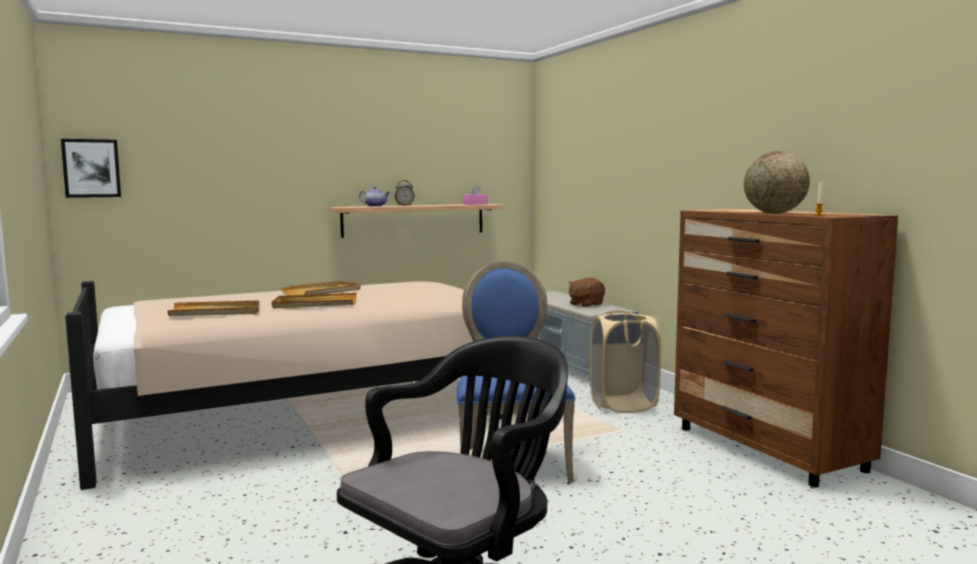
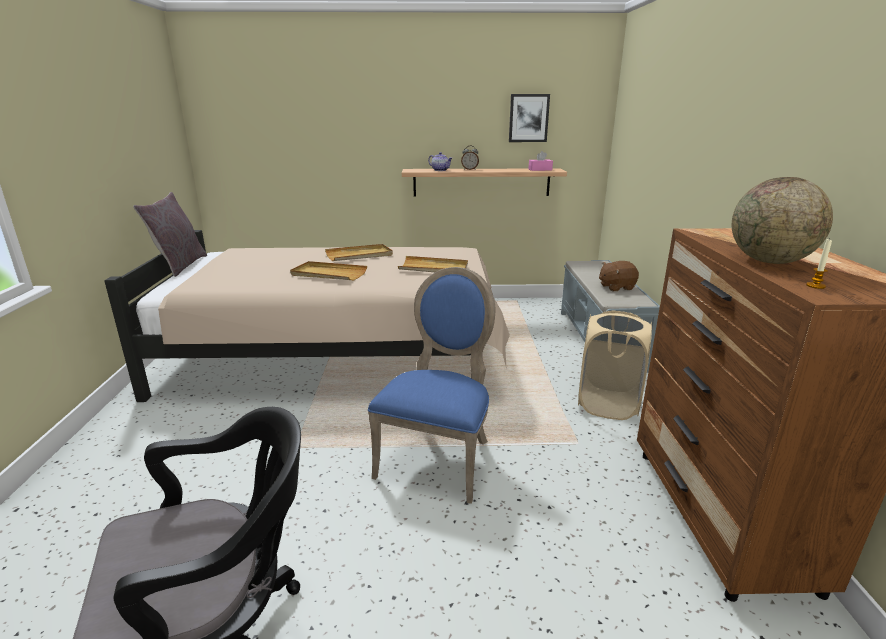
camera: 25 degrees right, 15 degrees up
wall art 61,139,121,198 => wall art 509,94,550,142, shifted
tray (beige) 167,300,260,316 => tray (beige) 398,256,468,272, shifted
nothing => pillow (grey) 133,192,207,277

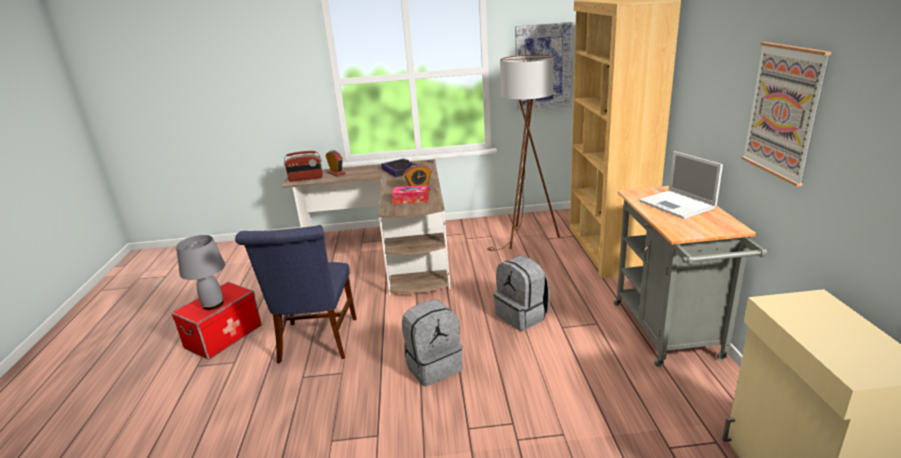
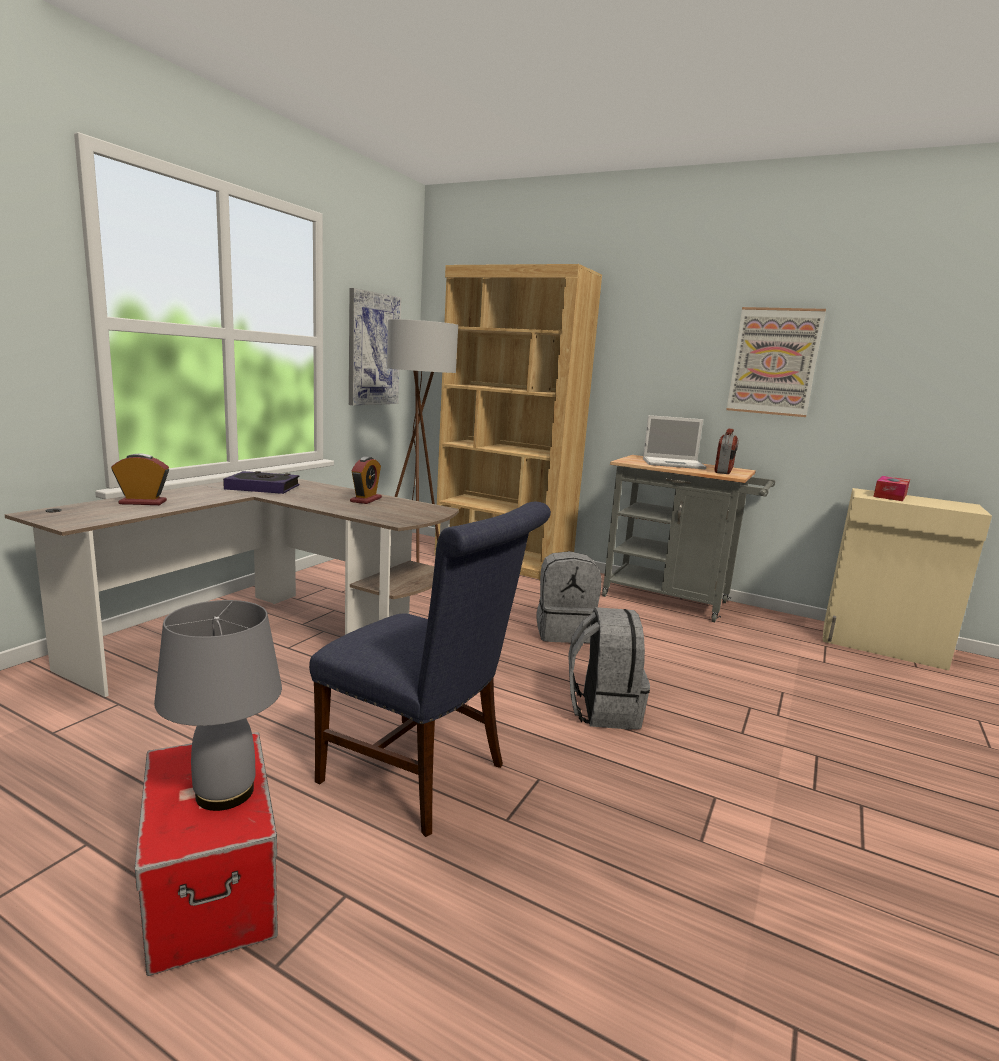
camera: 60 degrees left, 10 degrees down
radio 284,151,323,182 => radio 714,429,739,474, shifted
tissue box 392,185,429,204 => tissue box 873,476,910,501, shifted

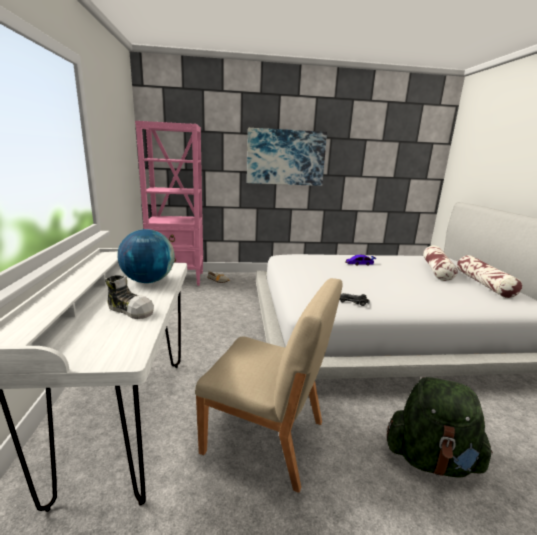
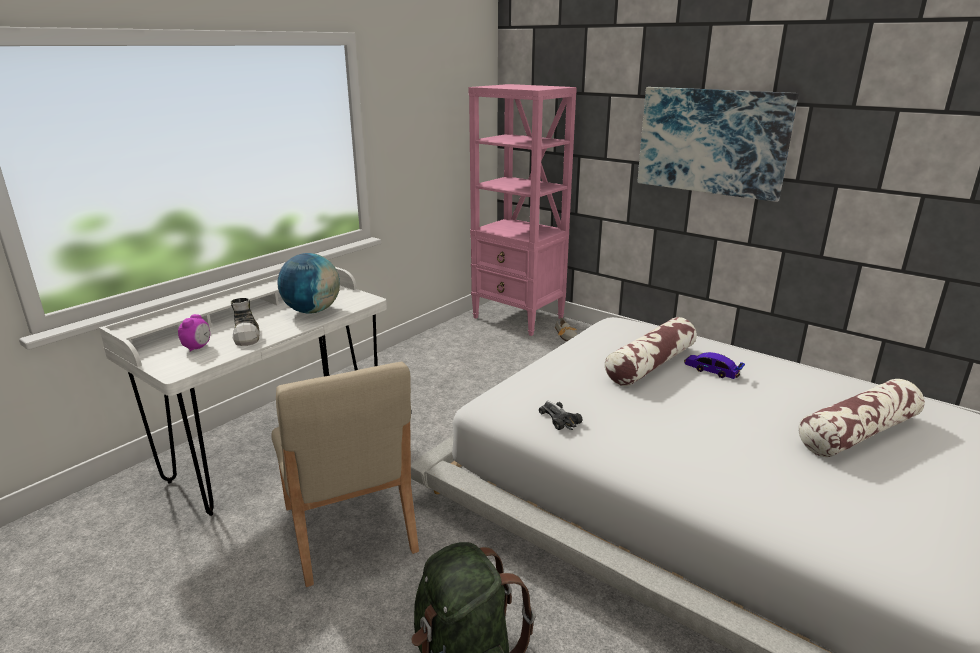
camera: 45 degrees right, 5 degrees up
pillow 457,255,523,298 => pillow 605,317,697,386, shifted
nothing => table clock 178,314,210,352

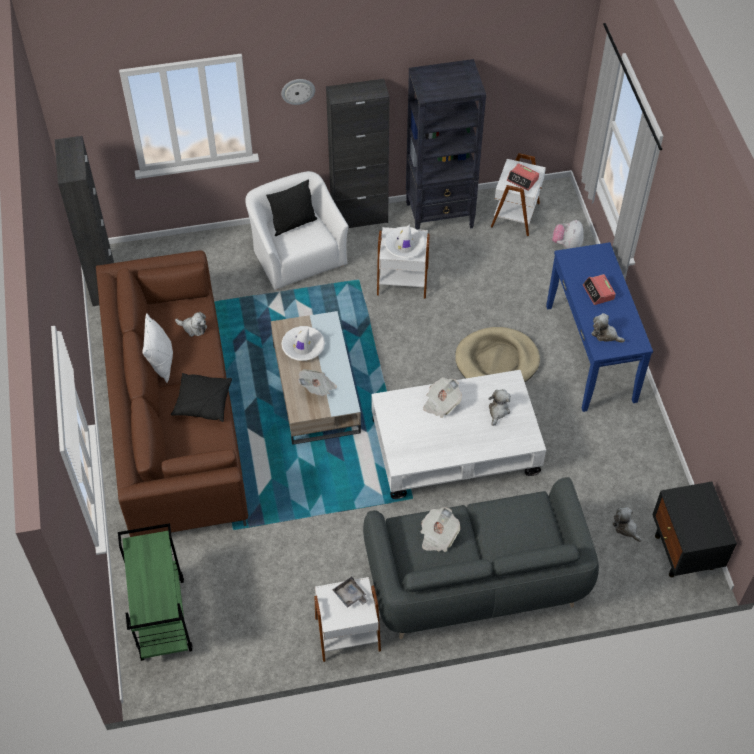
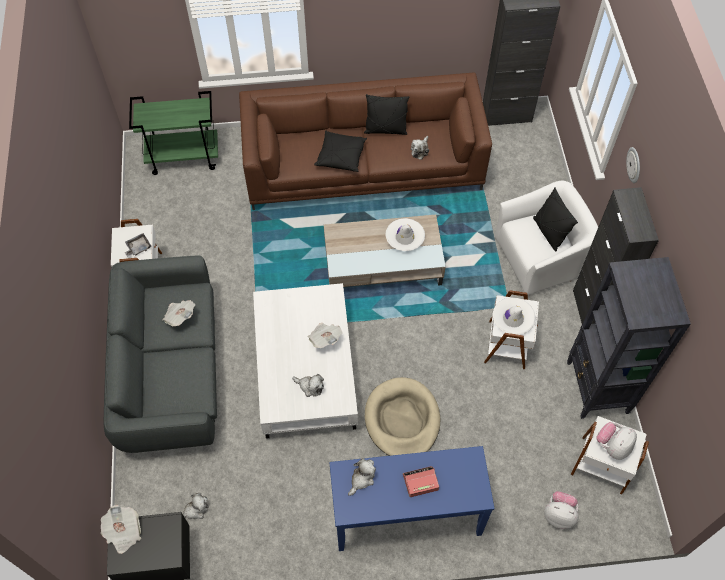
camera: 95 degrees right, 5 degrees up
pillow (white-coloured) 143,313,173,383 => pillow (blackish) 364,94,409,135
newspaper 298,369,337,396 => newspaper 101,505,141,554, shifted
table clock 507,163,539,191 => soft toy 596,422,637,460

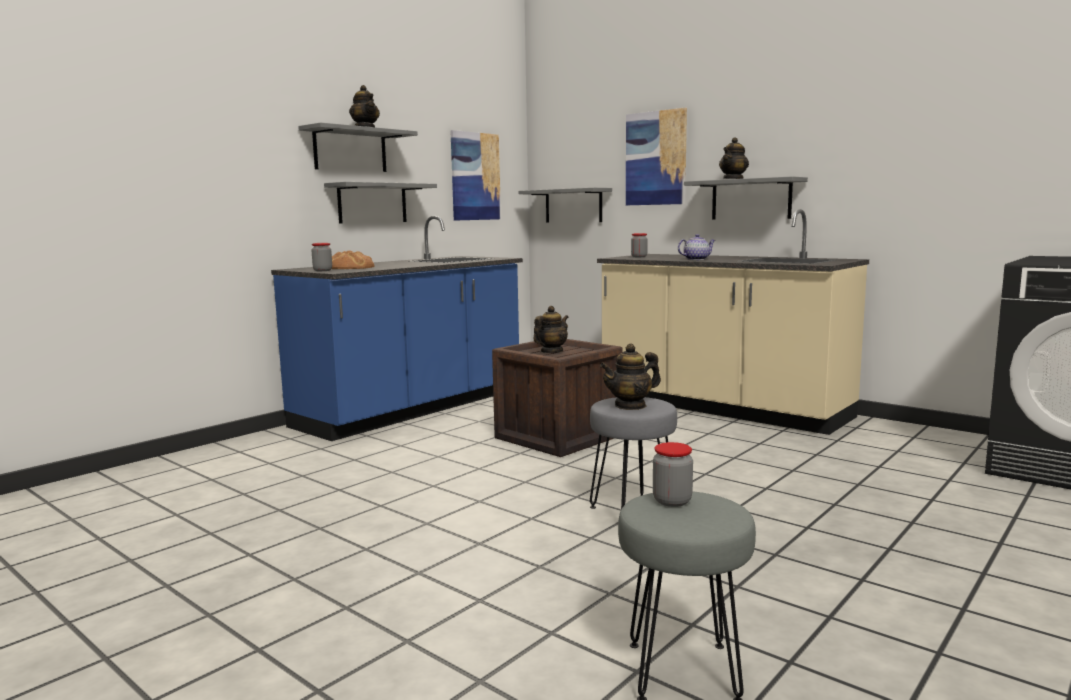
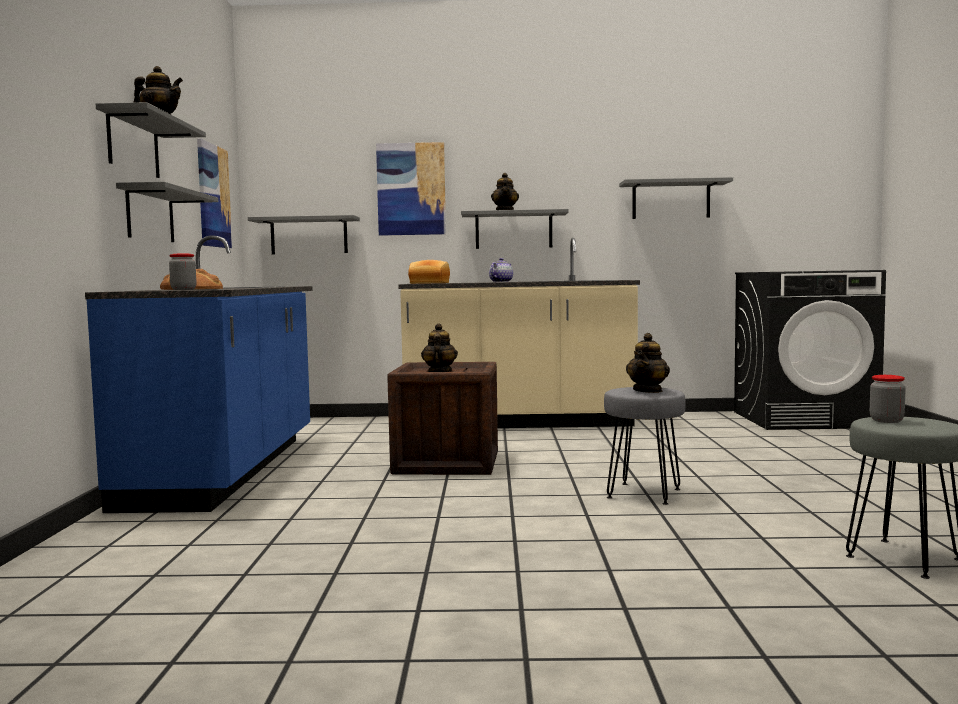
camera: 40 degrees left, 5 degrees down
preserve jar 631,233,648,257 => bakery bread 408,260,450,284
nothing => bracket shelf (grey) 619,177,733,219

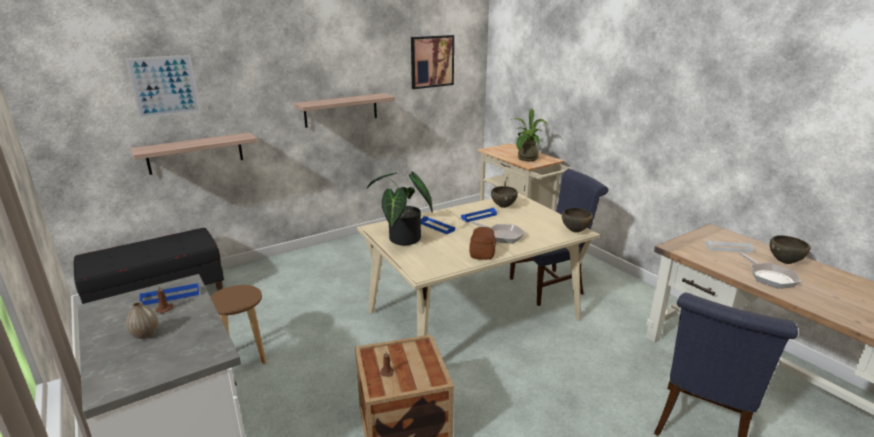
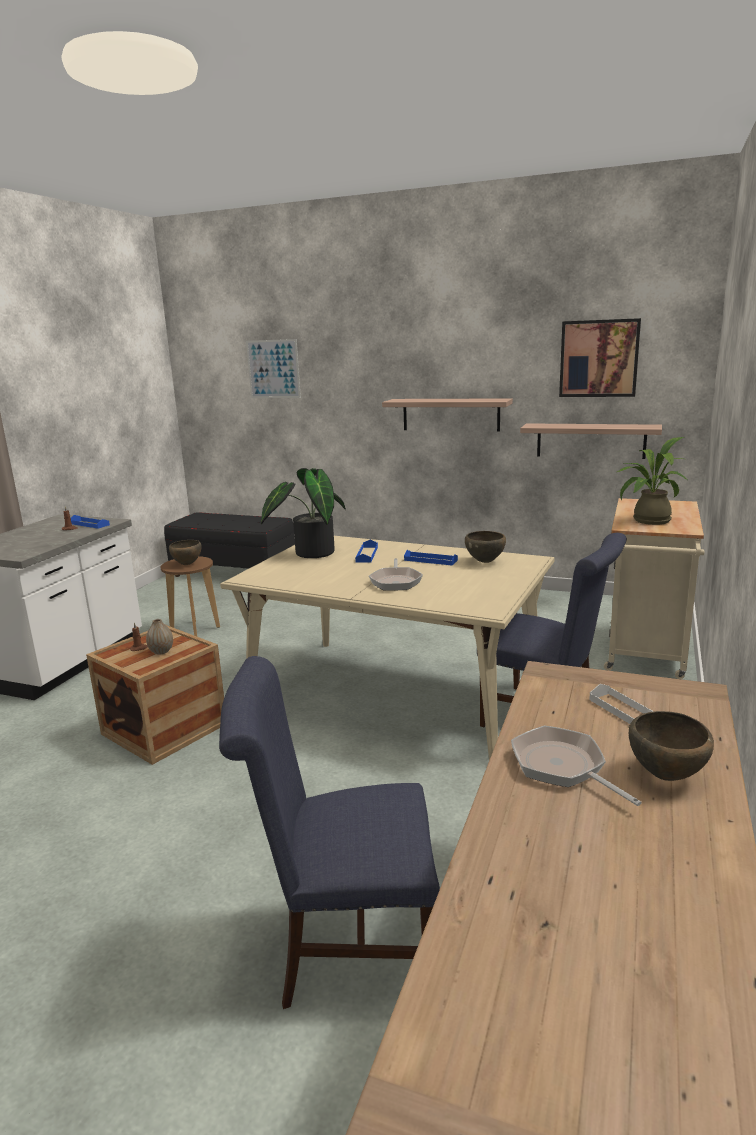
camera: 55 degrees right, 5 degrees down
decorative vase 126,302,158,339 => decorative vase 146,619,173,655, shifted
bracket shelf 130,132,258,175 => bracket shelf 520,423,662,459, shifted
bakery bread 469,227,496,260 => nothing
deep dish (brown-coloured) 562,208,593,233 => deep dish (brown-coloured) 169,540,201,565, shifted
pan 739,252,801,289 => pan 511,725,642,806, 105 degrees clockwise

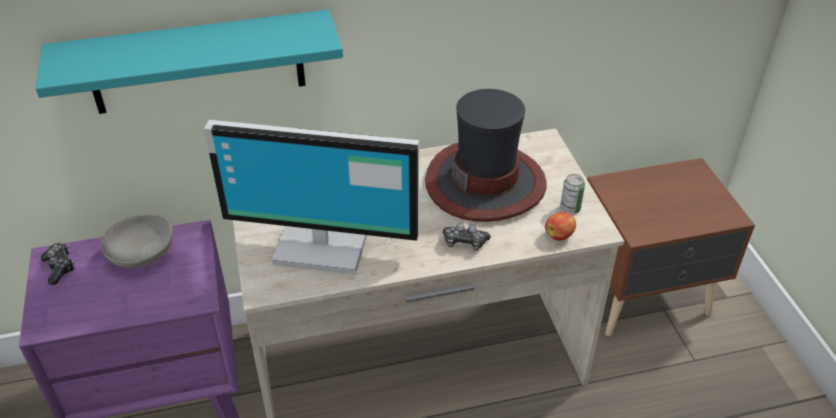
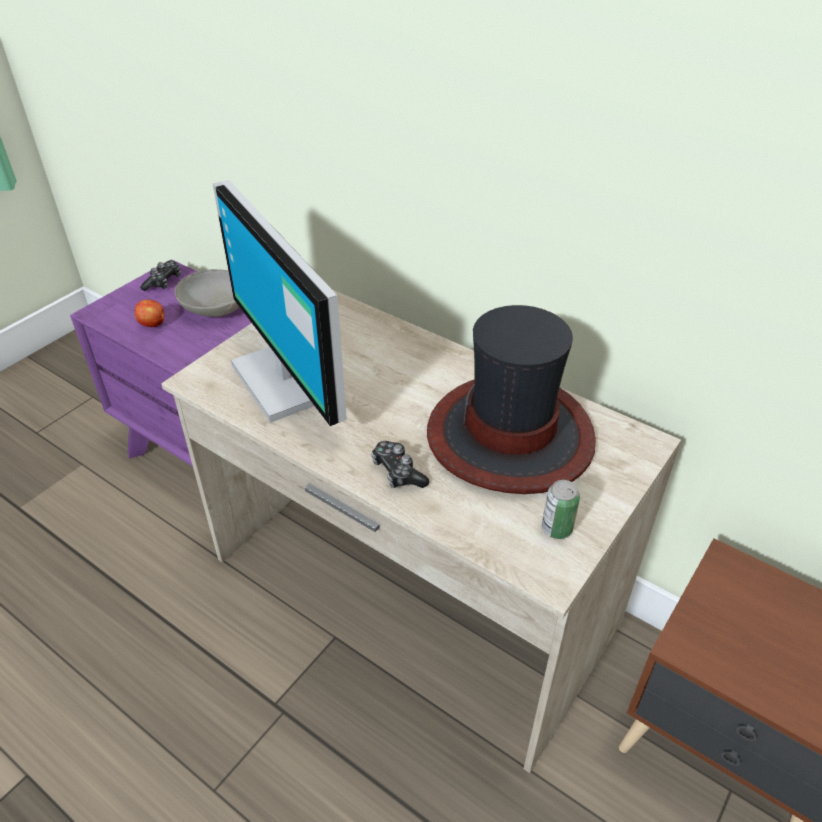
camera: 50 degrees right, 0 degrees up
bracket shelf (blue-green) 36,10,343,114 => nothing
apple fruit 545,212,576,240 => apple fruit 134,300,164,327, shifted

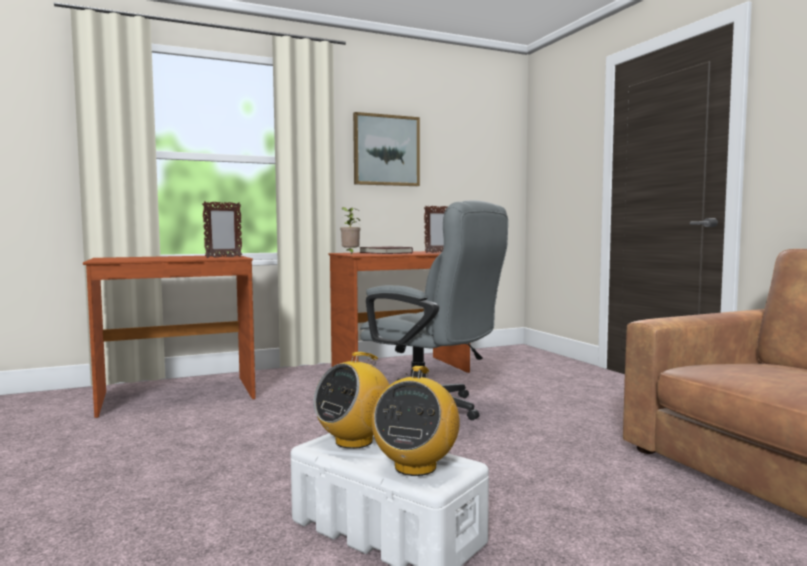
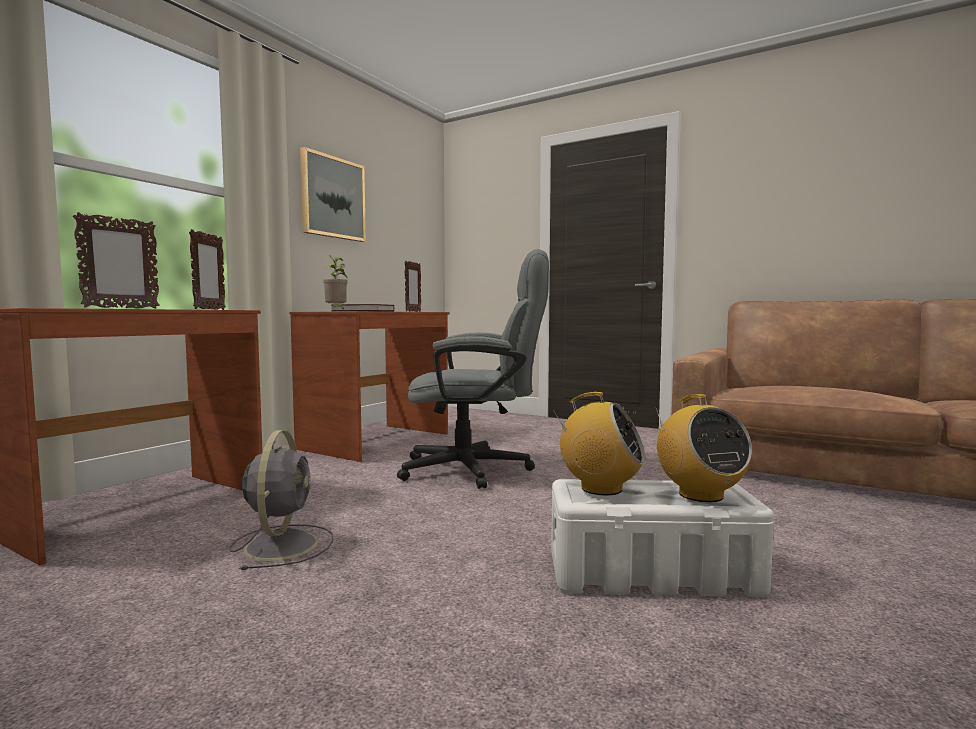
camera: 35 degrees left, 0 degrees up
radio 313,352,389,449 => radio 553,392,645,495, 75 degrees counterclockwise
nothing => photo frame 73,212,160,309
nothing => fan (grey) 229,430,333,570

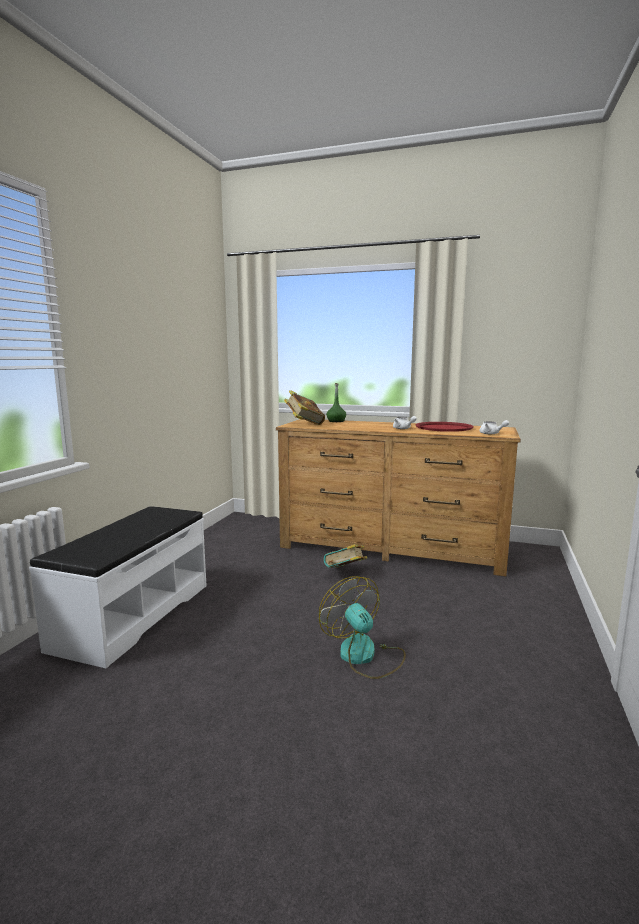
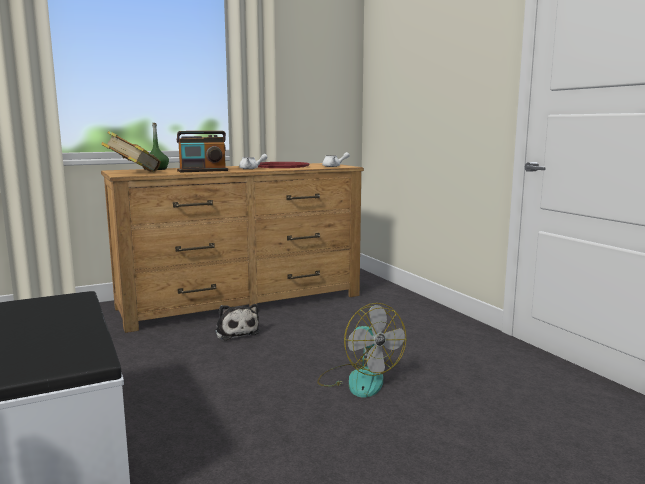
camera: 45 degrees left, 0 degrees up
fan 319,576,406,679 => fan 317,303,406,398, 135 degrees counterclockwise
volume 324,544,367,568 => soft toy 215,304,260,340
nothing => radio 177,131,228,173

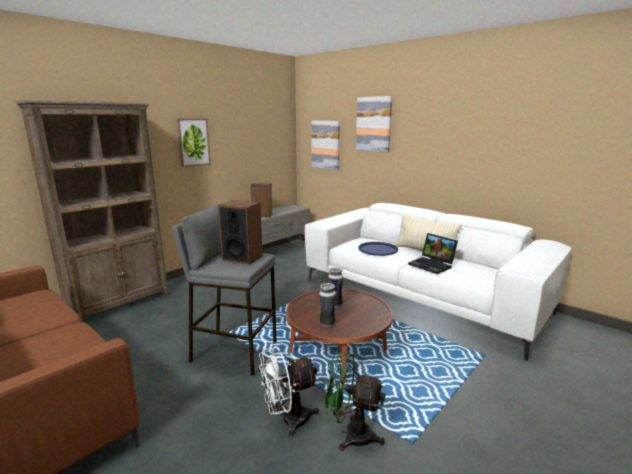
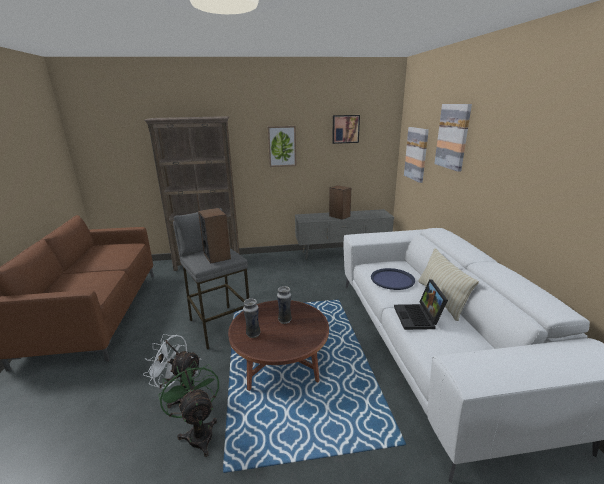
camera: 40 degrees right, 5 degrees up
nothing => wall art 332,115,360,144

